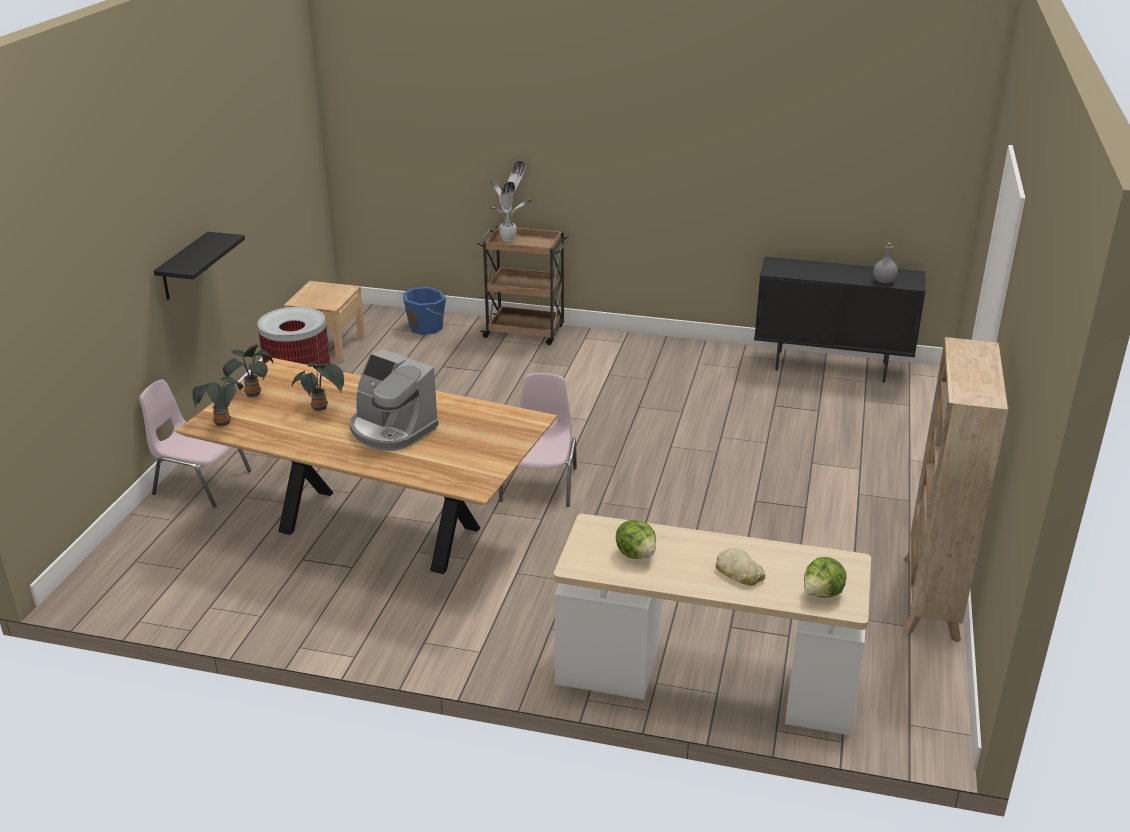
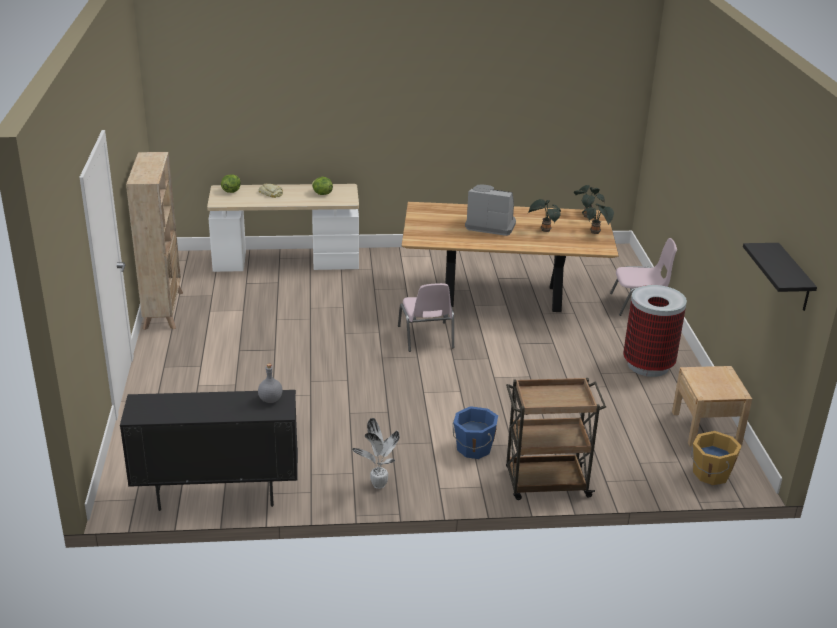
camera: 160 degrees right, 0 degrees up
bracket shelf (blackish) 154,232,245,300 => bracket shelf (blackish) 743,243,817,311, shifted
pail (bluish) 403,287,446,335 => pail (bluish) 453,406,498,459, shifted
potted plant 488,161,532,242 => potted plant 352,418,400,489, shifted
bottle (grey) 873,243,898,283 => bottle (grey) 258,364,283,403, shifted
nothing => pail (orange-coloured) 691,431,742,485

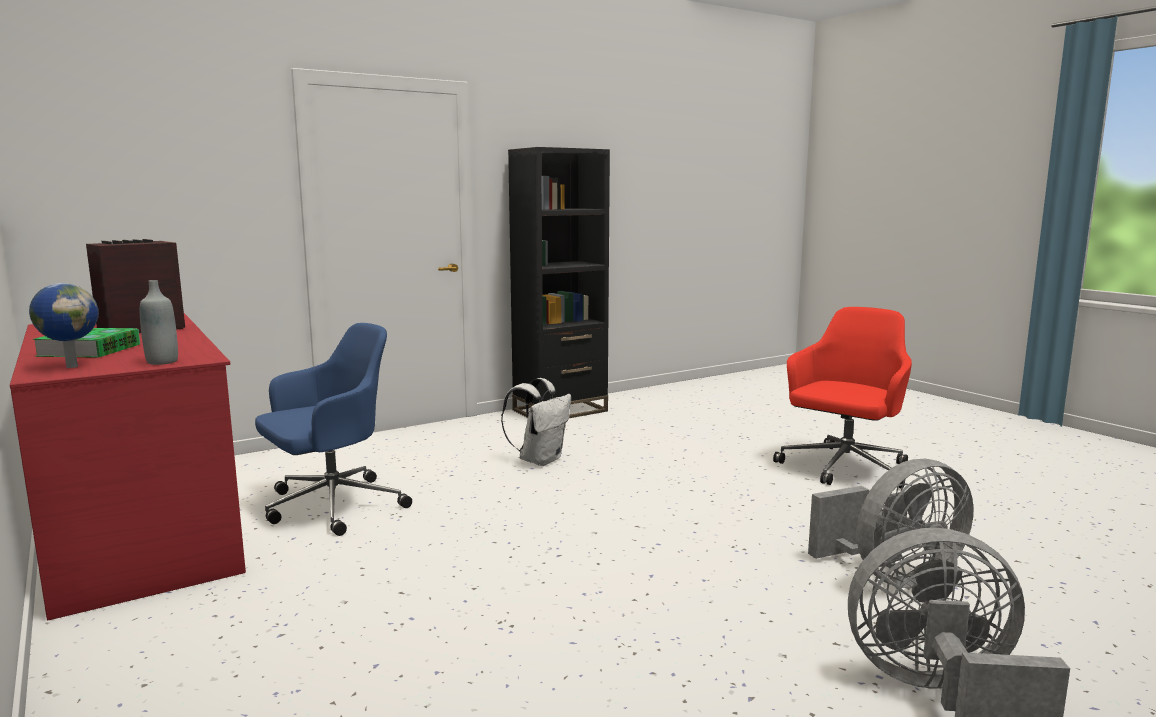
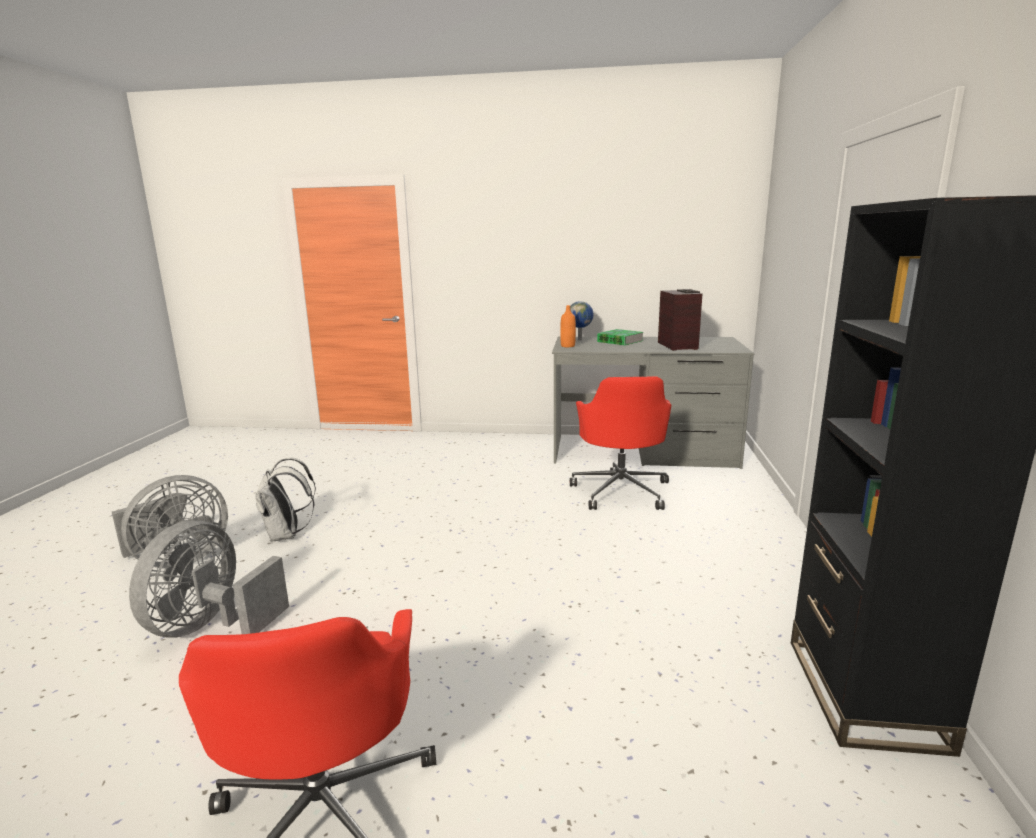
camera: 130 degrees right, 5 degrees up
desk (reddish) 10,313,246,620 => desk (grey) 552,337,755,469
bottle (grey) 140,280,178,365 => bottle (orange-coloured) 560,305,576,347
office chair (bluish) 255,323,412,536 => office chair (reddish) 570,376,671,510
backpack (white-coloured) 501,378,571,466 => backpack (white-coloured) 255,457,316,542, shifted

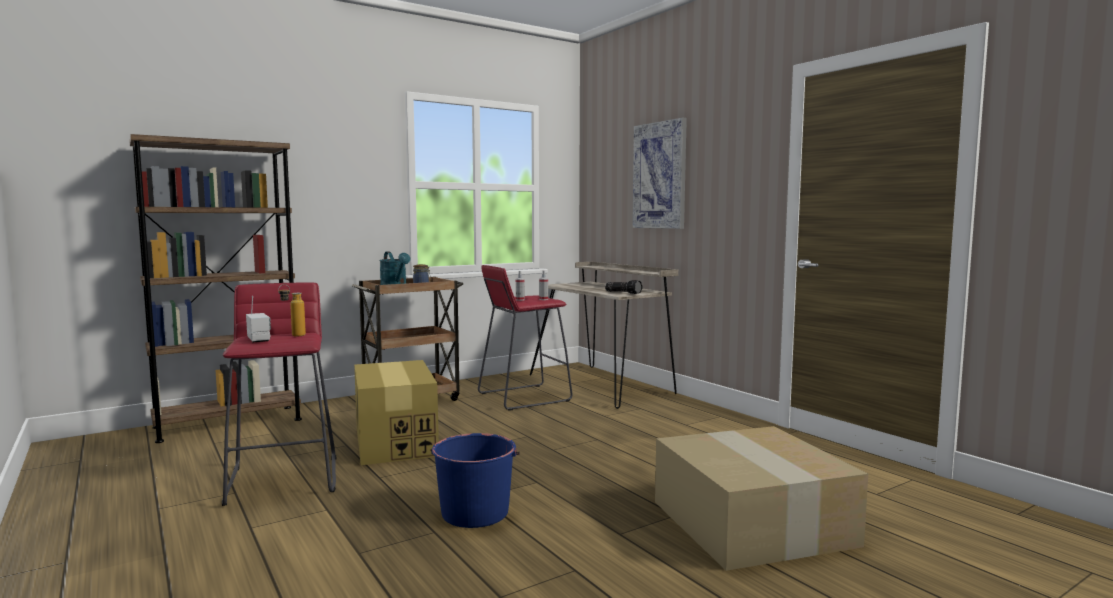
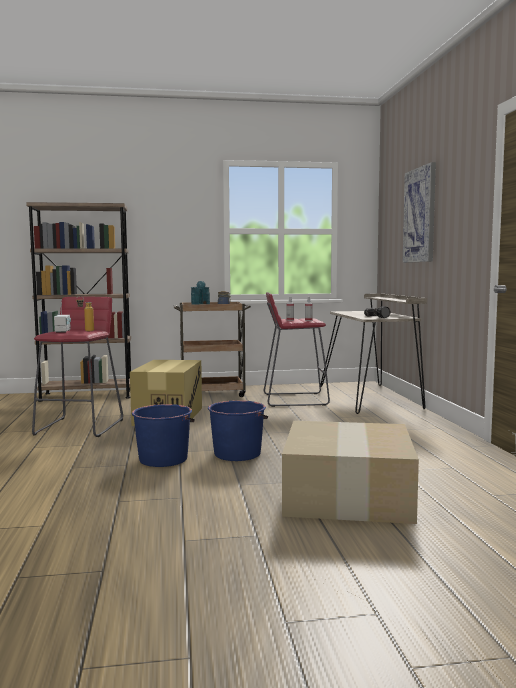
camera: 25 degrees right, 0 degrees up
nothing => pail (bluish) 208,400,268,461

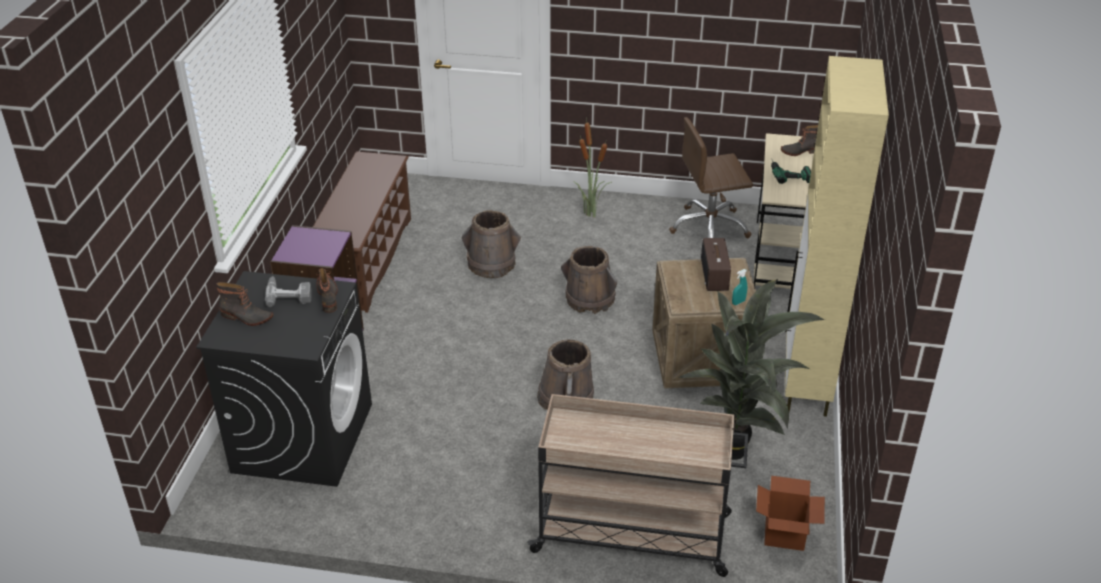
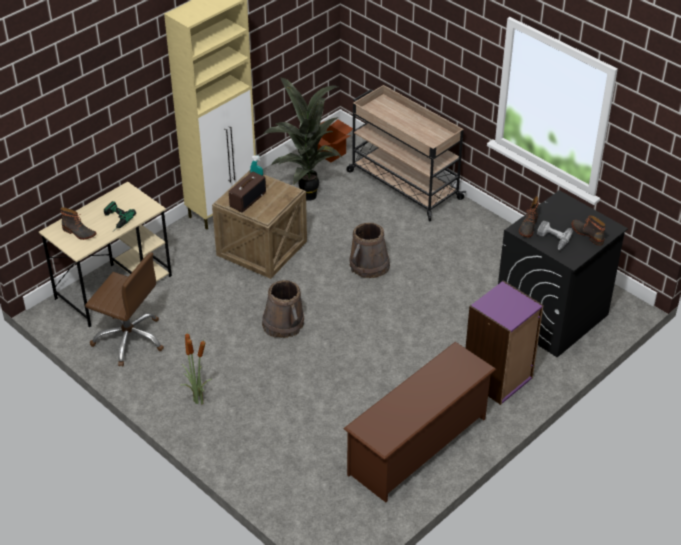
camera: 145 degrees left, 5 degrees up
pail (brown-coloured) 462,210,521,278 => nothing

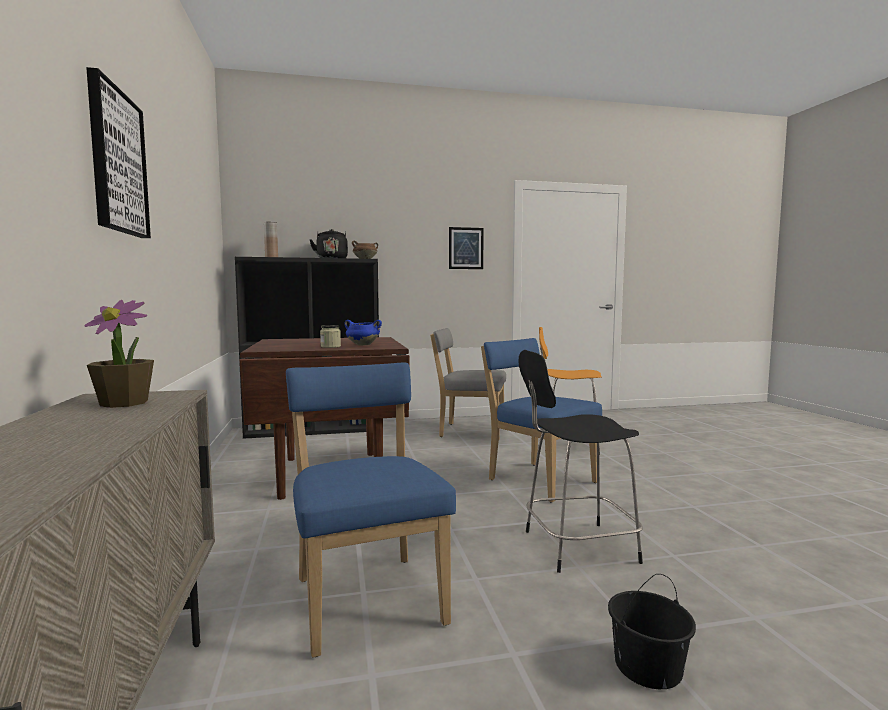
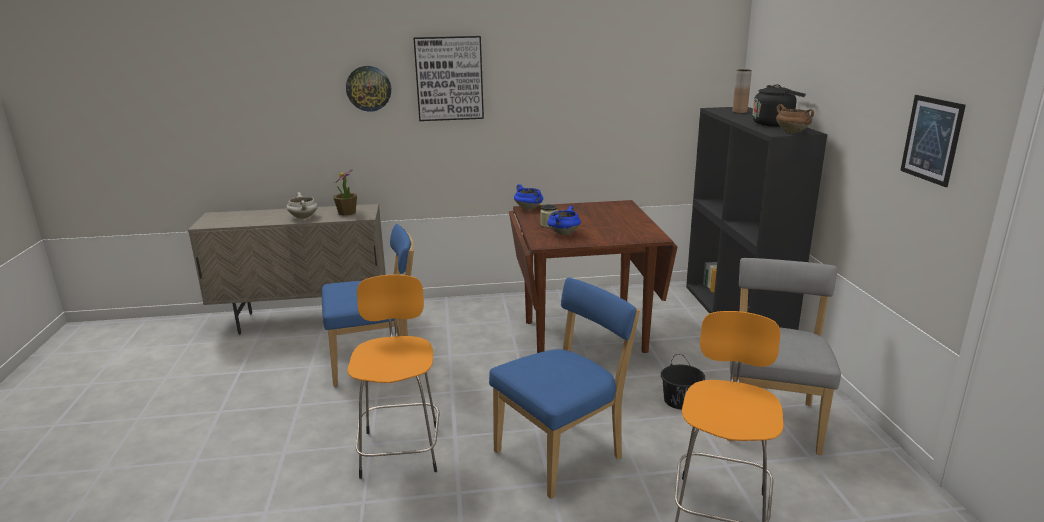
camera: 95 degrees right, 15 degrees up
sitting stool (blackish) 518,350,643,573 => sitting stool (orange-coloured) 347,275,440,479
pail (blackish) 608,574,696,689 => pail (blackish) 661,354,705,410, shifted
nothing => stockpot (white-coloured) 287,192,318,219
nothing => hanging clock 346,66,391,112
nothing => stockpot (bluish) 514,184,543,210

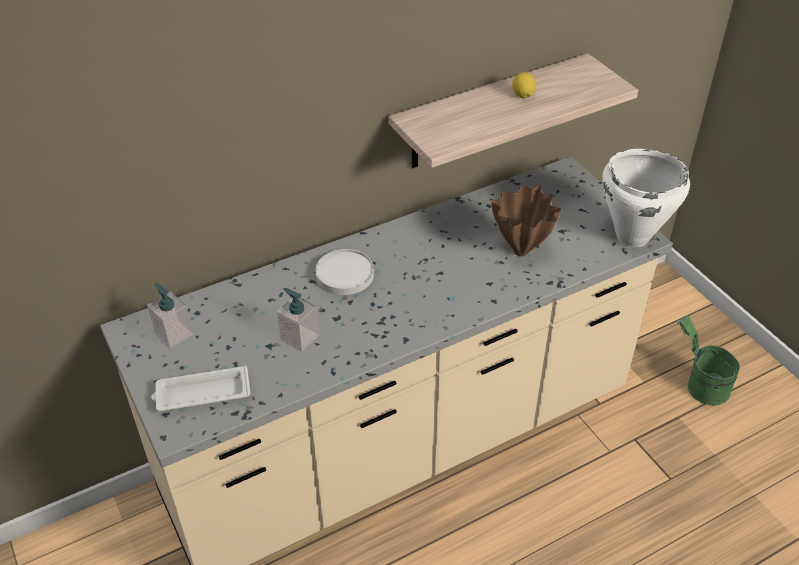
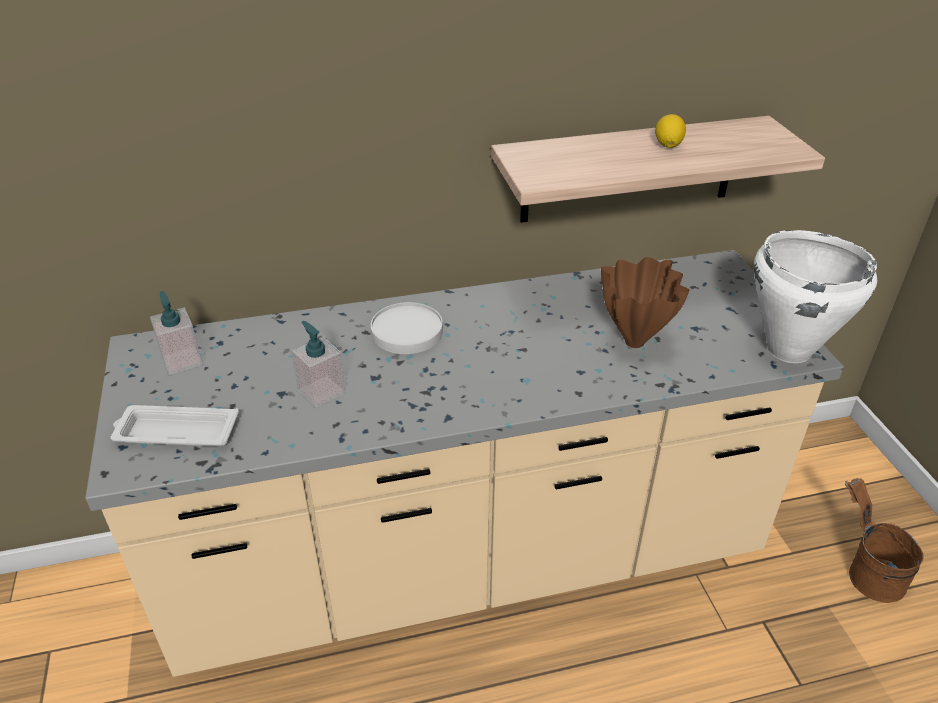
camera: 15 degrees right, 5 degrees down
pail (greenish) 677,316,740,405 => pail (brown-coloured) 845,478,924,603

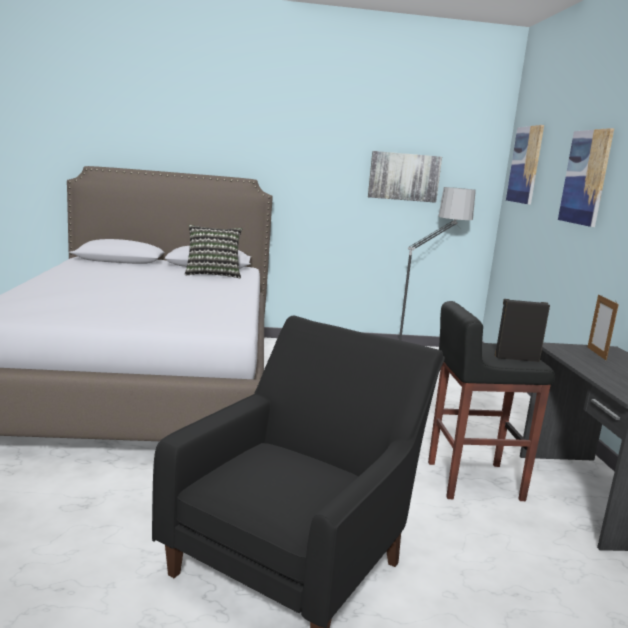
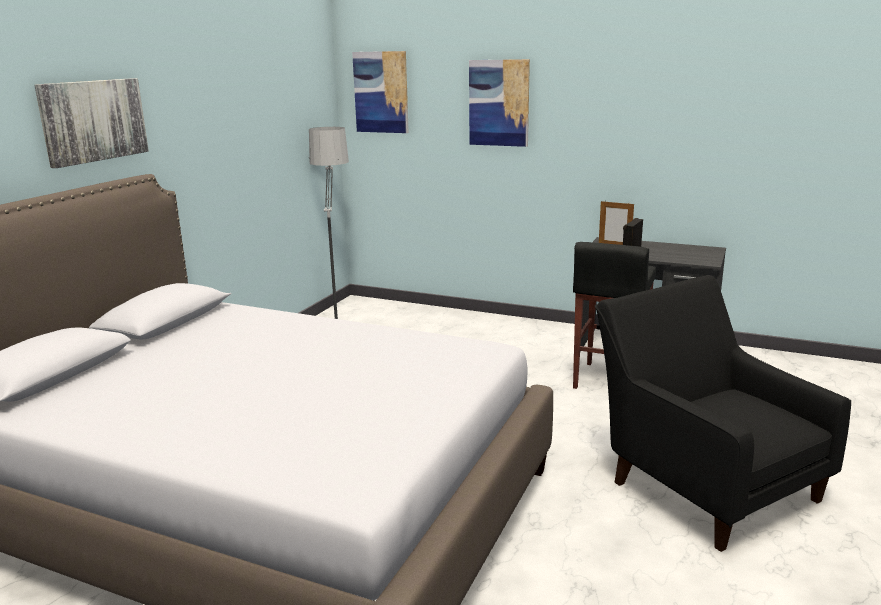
camera: 60 degrees left, 5 degrees up
pillow 185,225,242,278 => nothing
wall art 368,151,442,203 => wall art 34,78,149,168, shifted

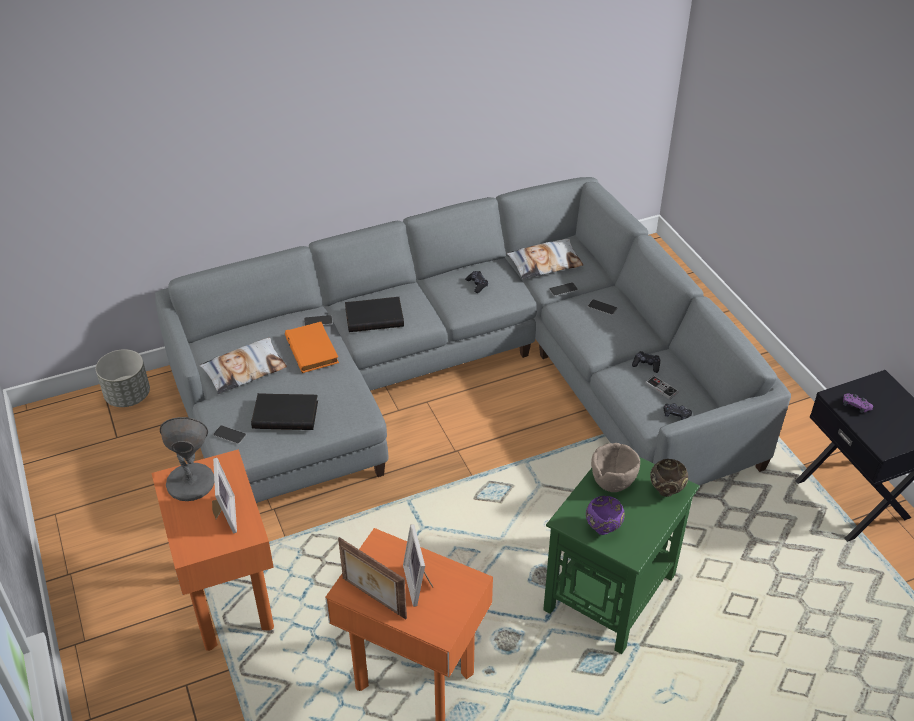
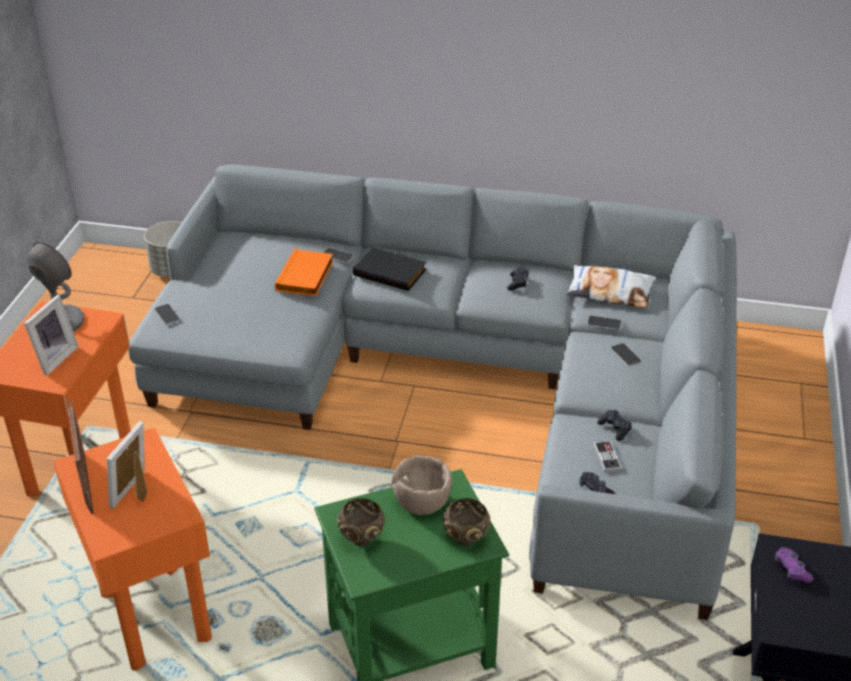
camera: 35 degrees right, 5 degrees down
pillow 199,338,287,394 => nothing
volume (blackish) 251,393,318,430 => nothing
deep dish (purplish) 586,496,625,535 => deep dish (brown-coloured) 337,498,385,547

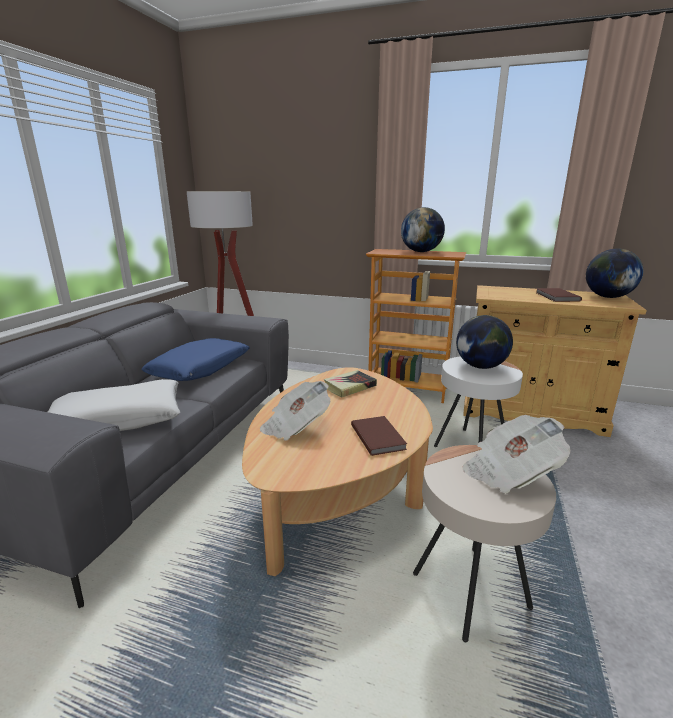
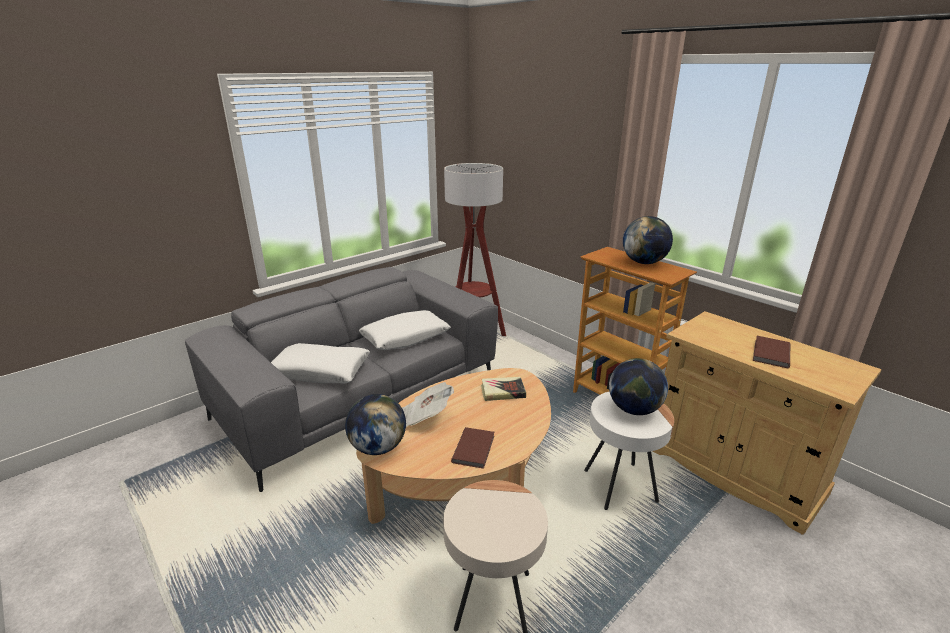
camera: 30 degrees right, 5 degrees up
pillow (bluish) 142,338,250,381 => pillow (white-coloured) 359,310,451,350
newspaper 462,415,570,494 => nothing
world globe 586,249,643,298 => world globe 345,394,406,455, shifted

